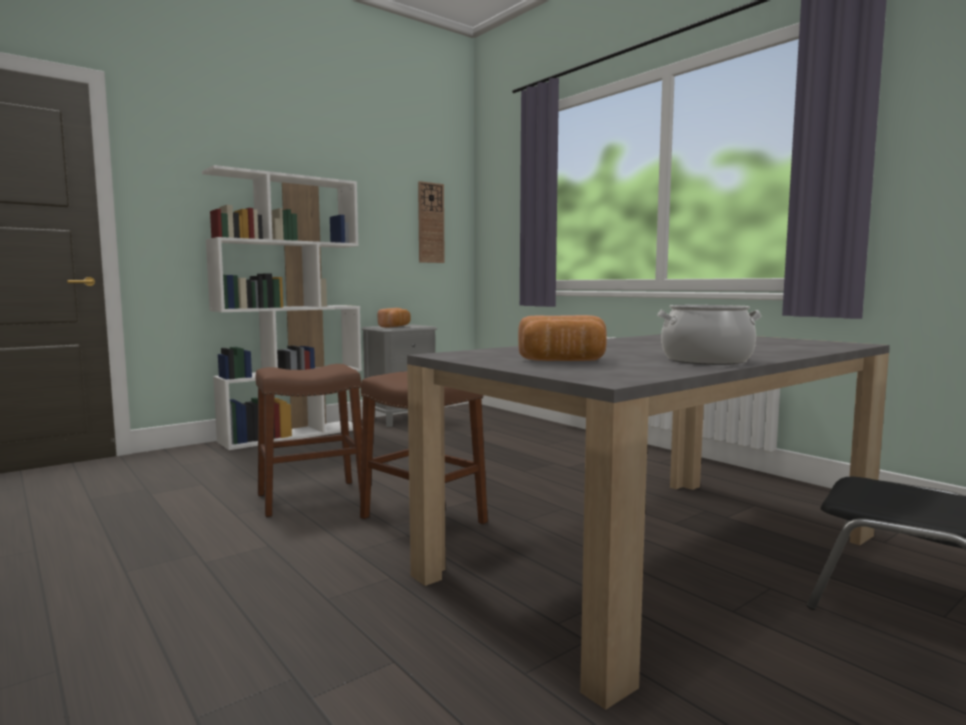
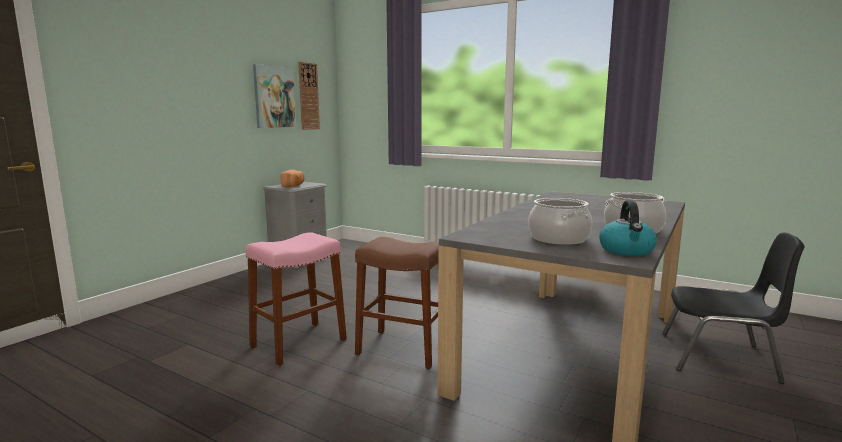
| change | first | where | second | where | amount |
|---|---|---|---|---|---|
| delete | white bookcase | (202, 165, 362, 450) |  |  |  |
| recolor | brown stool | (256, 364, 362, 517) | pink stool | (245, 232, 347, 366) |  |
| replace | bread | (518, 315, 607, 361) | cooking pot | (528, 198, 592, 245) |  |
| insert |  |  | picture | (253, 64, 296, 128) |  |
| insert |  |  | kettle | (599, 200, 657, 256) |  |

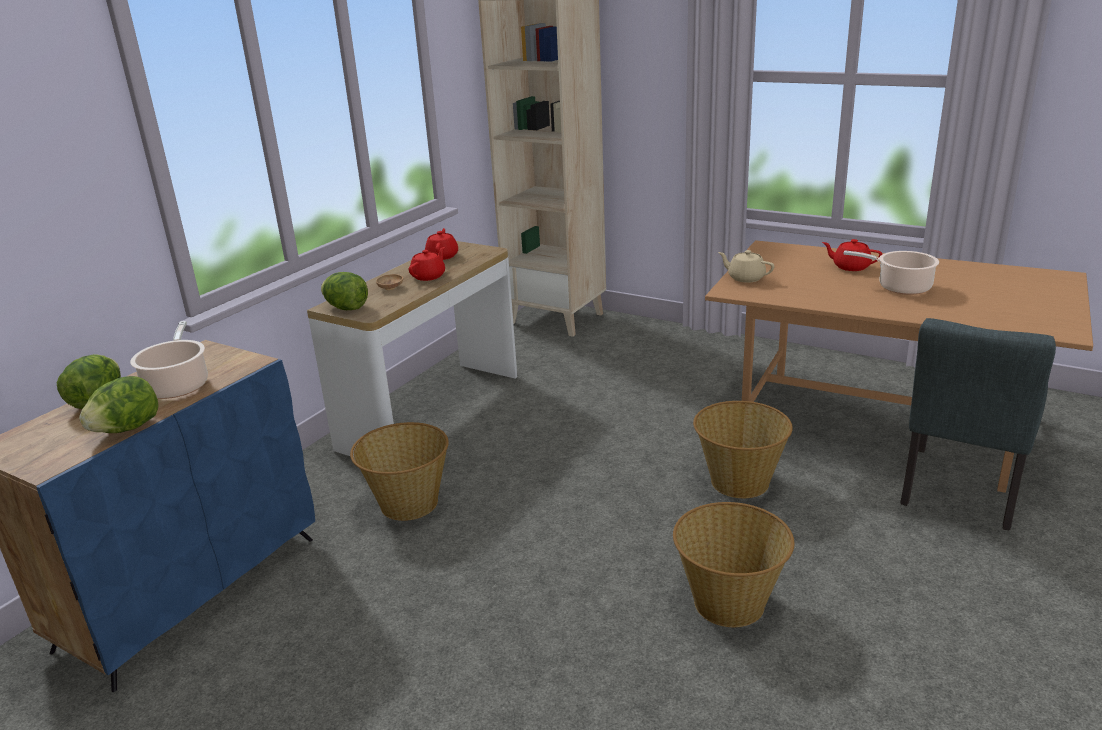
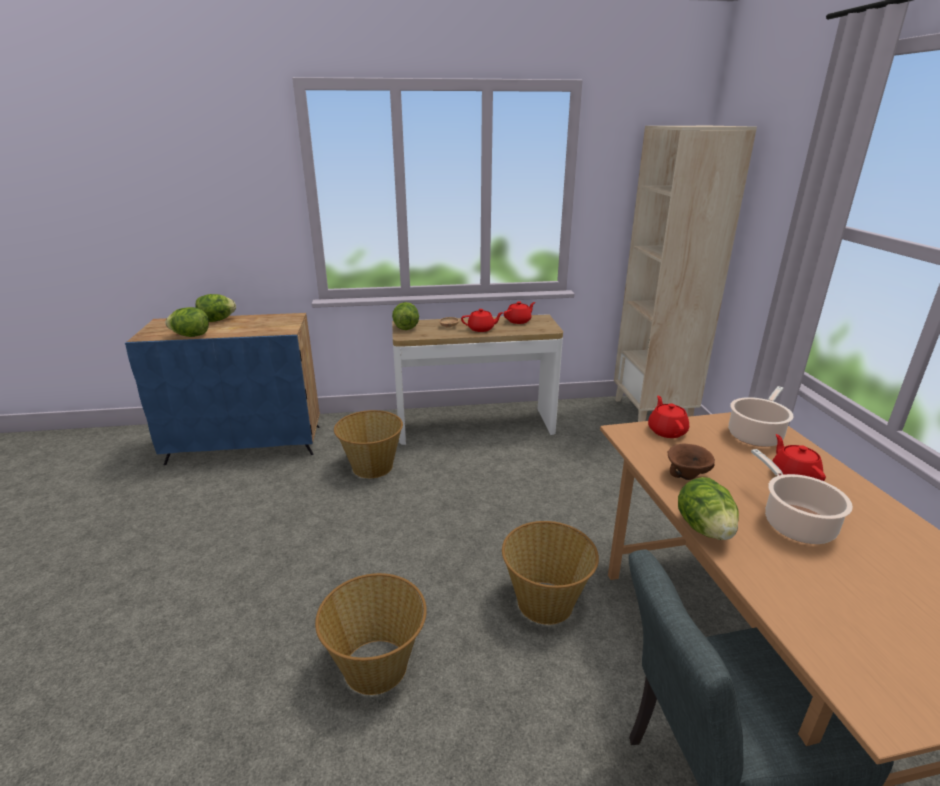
| change | first | where | second | where | amount |
|---|---|---|---|---|---|
| move | cooking pot | (130, 321, 208, 399) |  | (729, 386, 794, 447) |  |
| recolor | beige teapot | (718, 250, 775, 283) | red teapot | (648, 395, 689, 438) |  |
| insert |  |  | brown bowl | (668, 444, 715, 480) |  |
| insert |  |  | lettuce | (678, 477, 739, 540) |  |

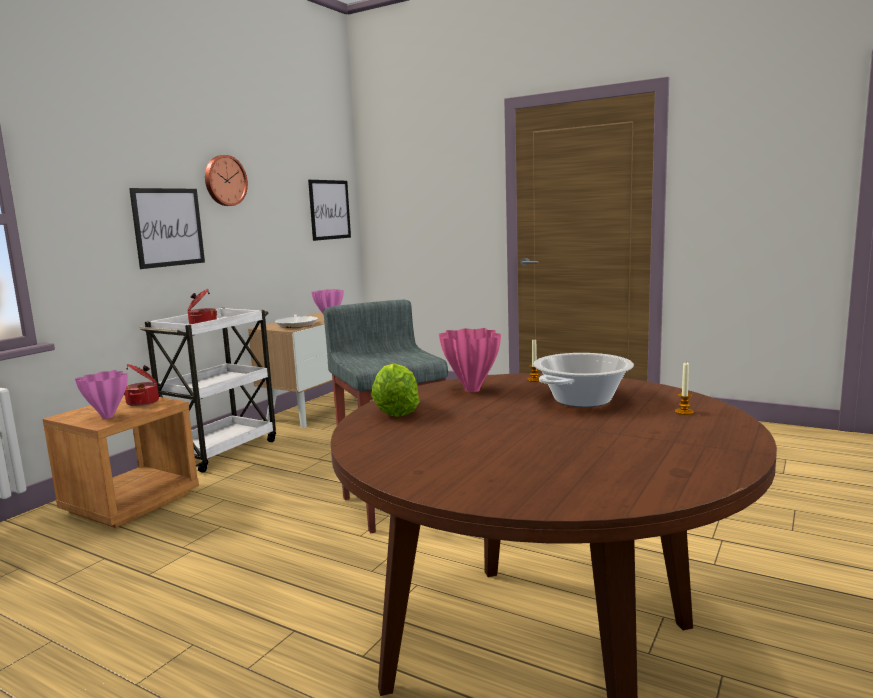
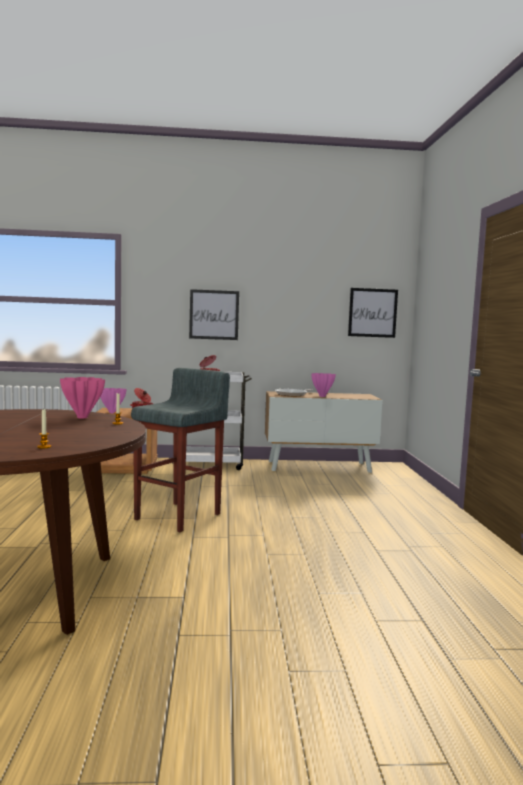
| change | first | where | second | where | amount |
|---|---|---|---|---|---|
| delete | wall clock | (205, 155, 248, 206) |  |  |  |
| delete | lettuce | (371, 363, 420, 417) |  |  |  |
| delete | cooking pot | (534, 353, 634, 407) |  |  |  |

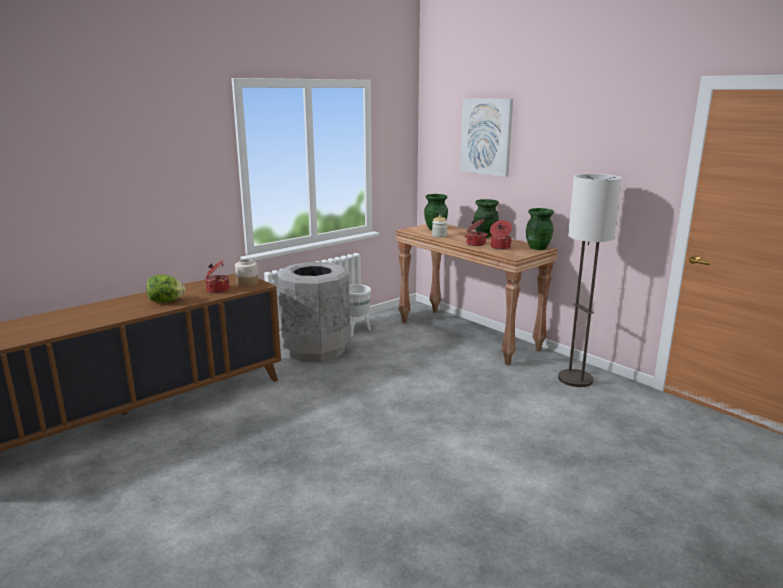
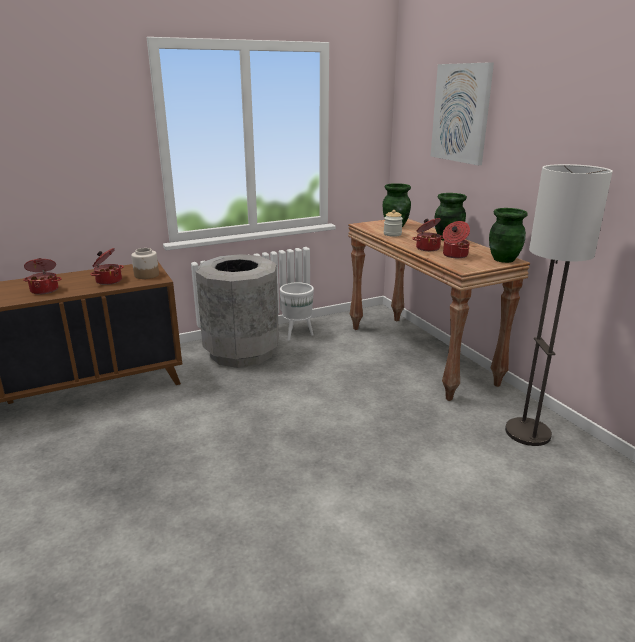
| change | first | where | second | where | amount |
|---|---|---|---|---|---|
| replace | lettuce | (146, 274, 185, 302) | cooking pot | (23, 258, 62, 295) |  |

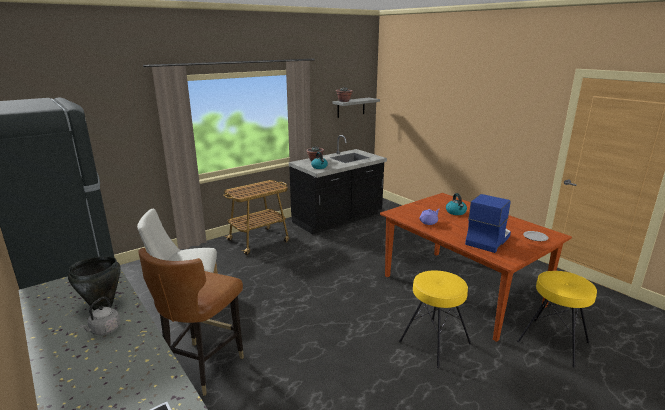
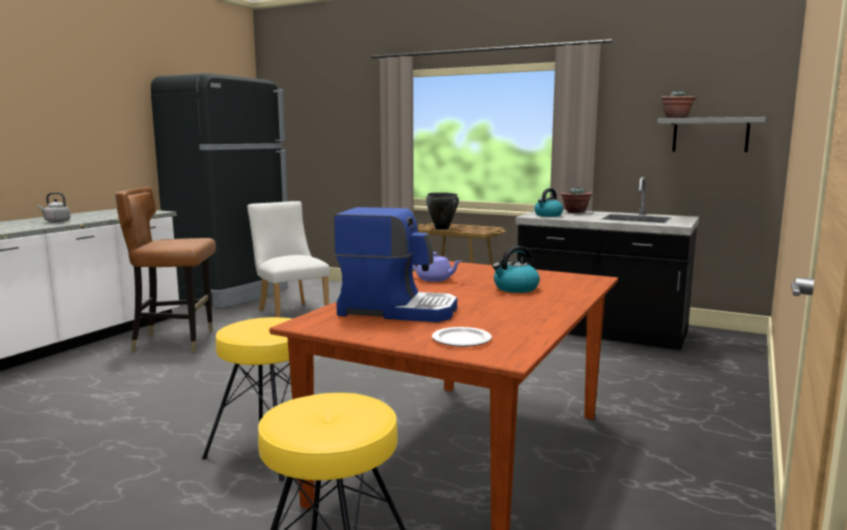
| change | first | where | second | where | amount |
|---|---|---|---|---|---|
| move | black cooking pot | (68, 256, 121, 311) |  | (426, 192, 459, 230) |  |

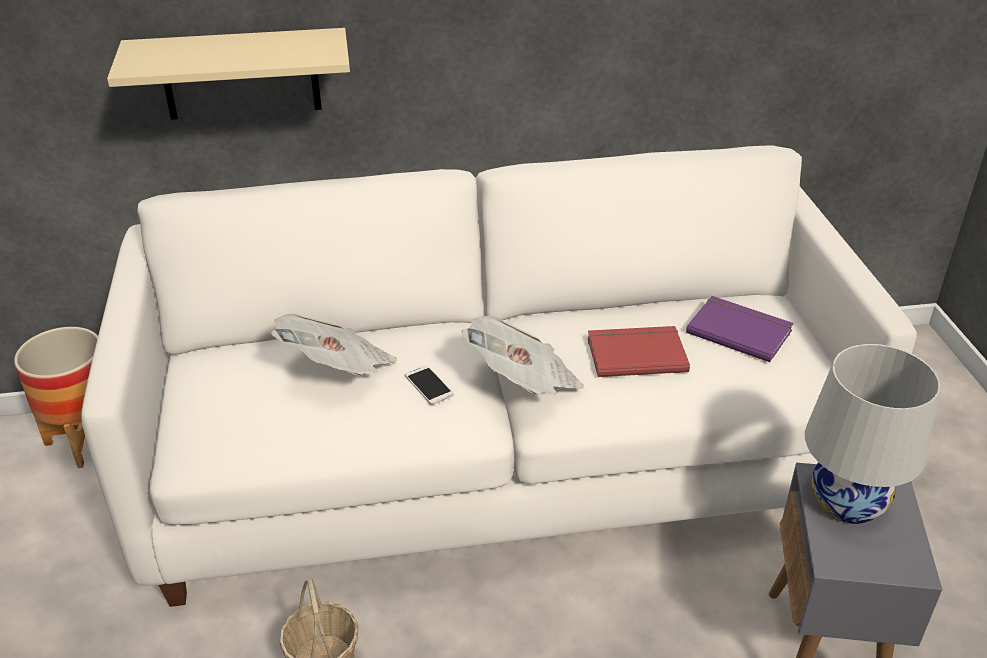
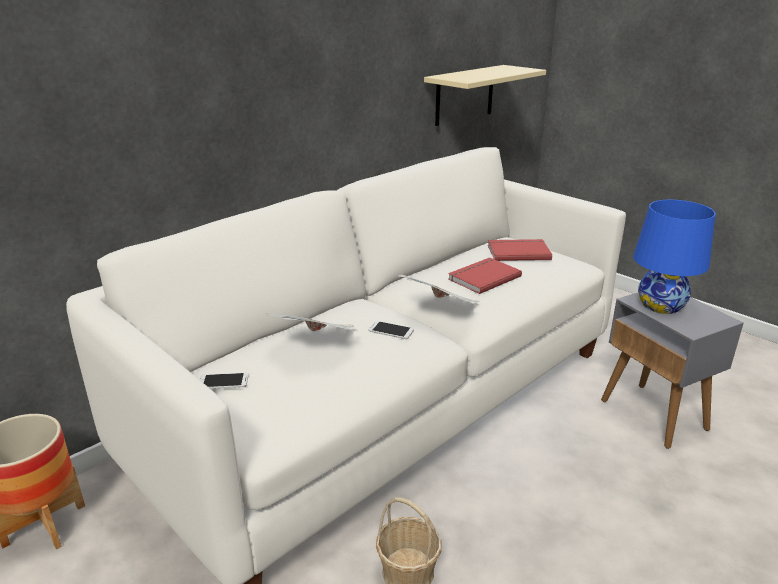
| change | first | where | second | where | amount |
|---|---|---|---|---|---|
| move | beige shelf | (107, 28, 350, 120) |  | (424, 65, 546, 126) |  |
| recolor | purple book | (686, 296, 794, 362) | red book | (488, 239, 552, 261) |  |
| recolor | white table lamp | (805, 344, 940, 524) | blue table lamp | (633, 200, 715, 314) |  |
| insert |  |  | phone | (200, 373, 249, 389) |  |

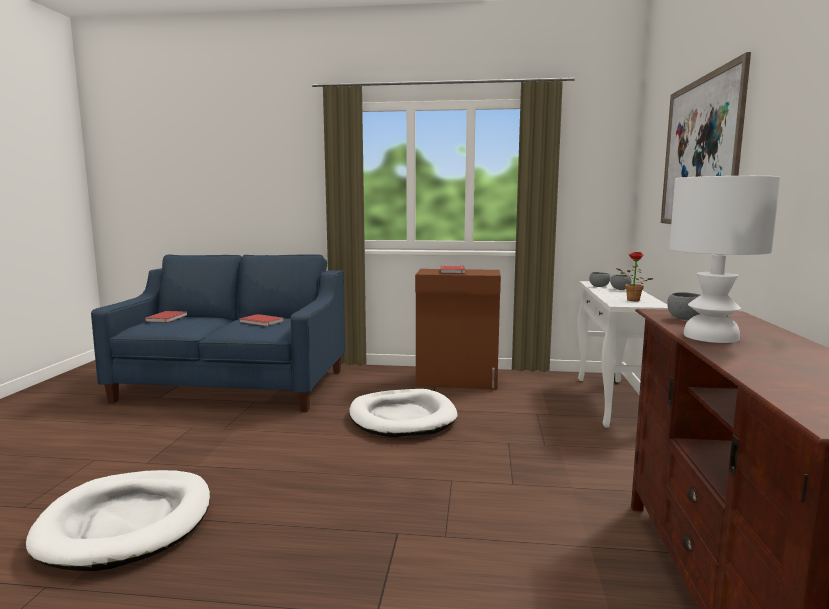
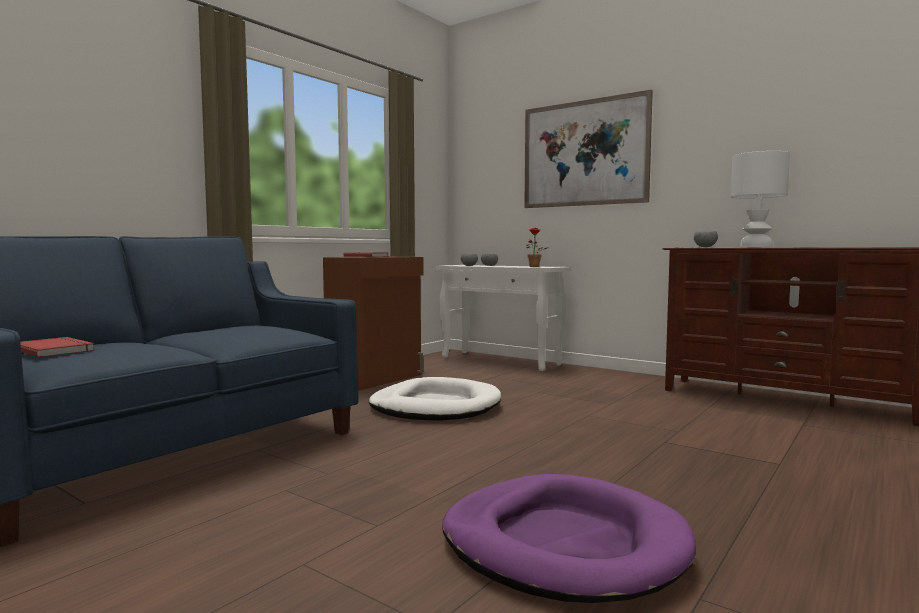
| change | first | where | second | where | amount |
|---|---|---|---|---|---|
| recolor | white dog bed | (26, 470, 210, 571) | purple dog bed | (442, 474, 696, 603) |  |
| delete | red book | (239, 314, 284, 326) |  |  |  |

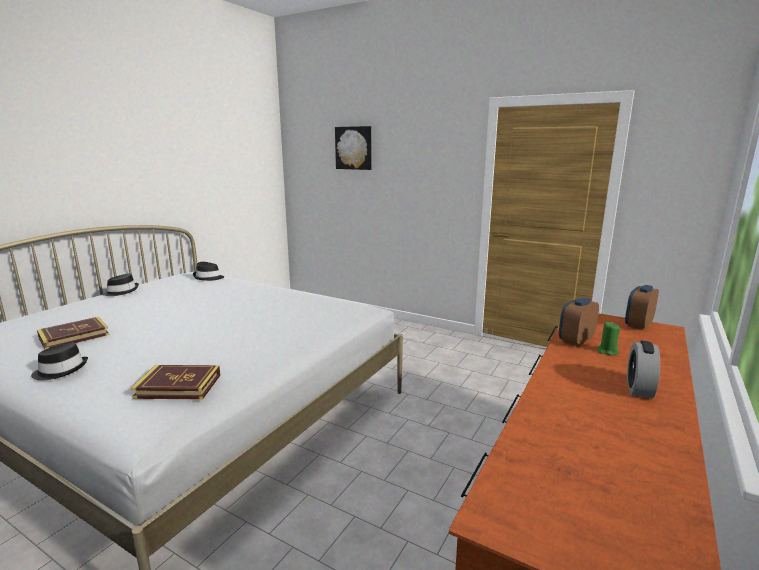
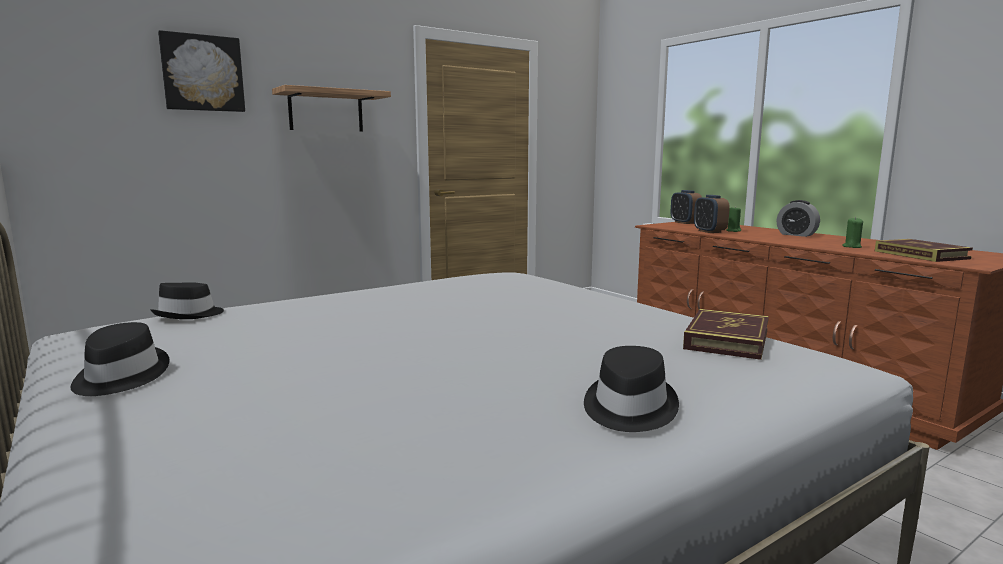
| change | first | where | second | where | amount |
|---|---|---|---|---|---|
| move | book | (37, 317, 109, 349) |  | (875, 239, 973, 262) |  |
| insert |  |  | shelf | (272, 85, 391, 131) |  |
| insert |  |  | green candle | (842, 217, 863, 248) |  |

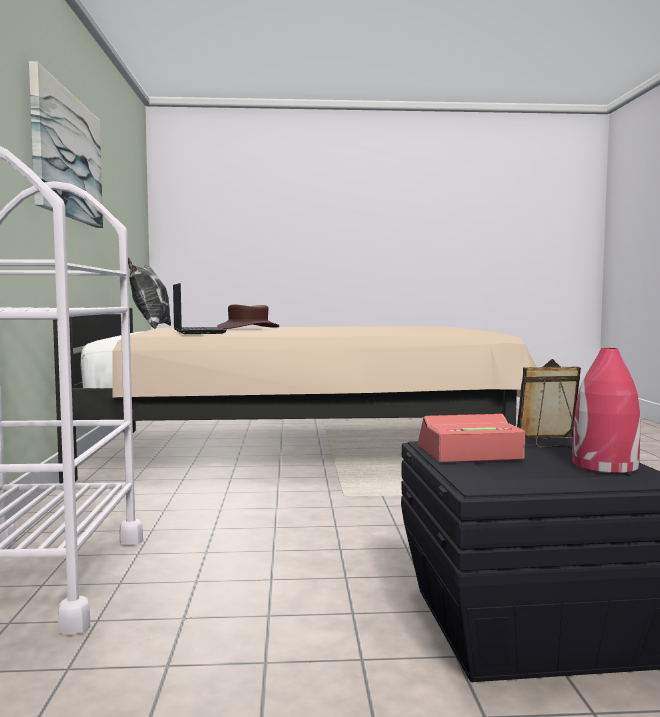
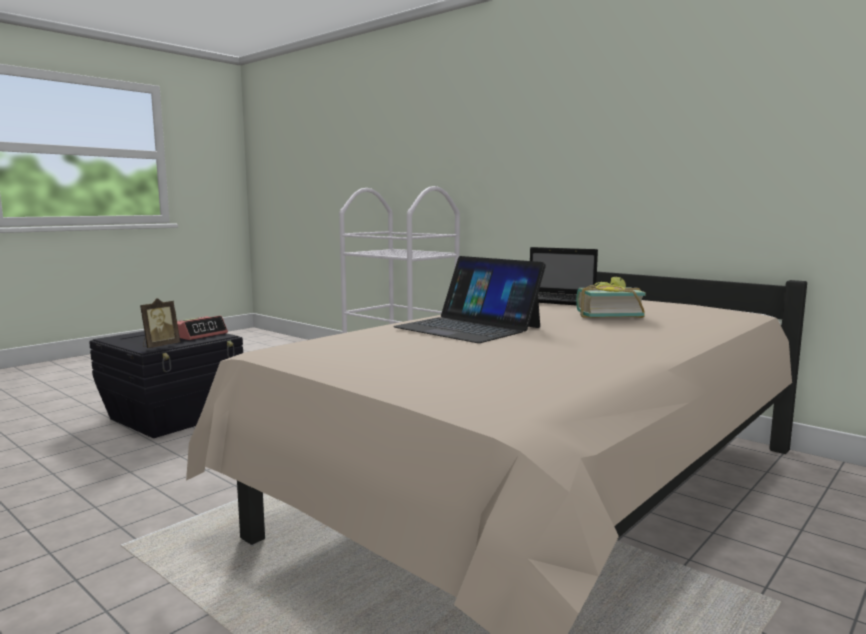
| change | first | where | second | where | amount |
|---|---|---|---|---|---|
| delete | picture | (29, 61, 103, 228) |  |  |  |
| delete | pillow | (128, 257, 171, 329) |  |  |  |
| replace | brown hat | (217, 305, 279, 329) | book | (576, 277, 646, 318) |  |
| delete | red vase | (572, 348, 640, 473) |  |  |  |
| insert |  |  | laptop | (393, 256, 546, 343) |  |

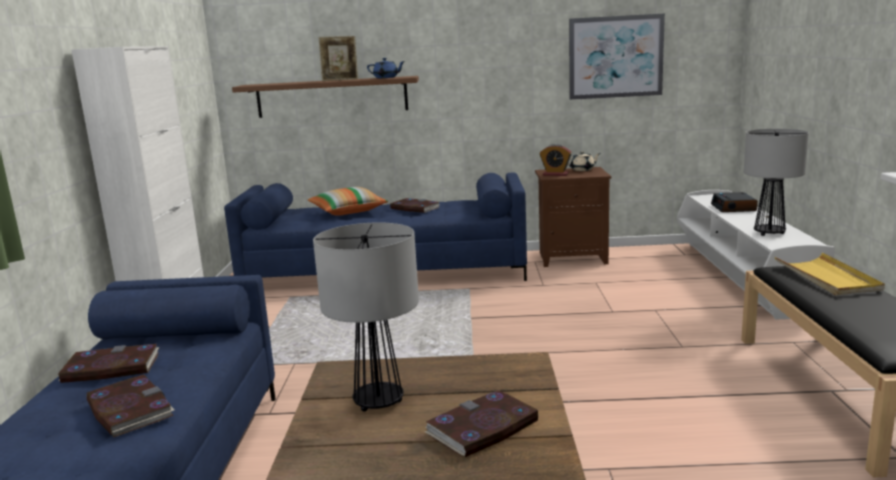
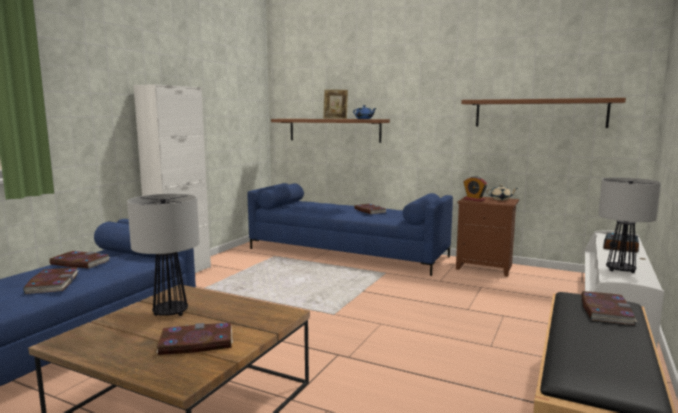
| change | first | where | second | where | amount |
|---|---|---|---|---|---|
| delete | pillow | (308, 187, 388, 216) |  |  |  |
| replace | picture | (569, 13, 665, 100) | brown shelf | (461, 98, 626, 128) |  |
| replace | yellow tray | (775, 253, 885, 295) | book | (581, 291, 637, 325) |  |

